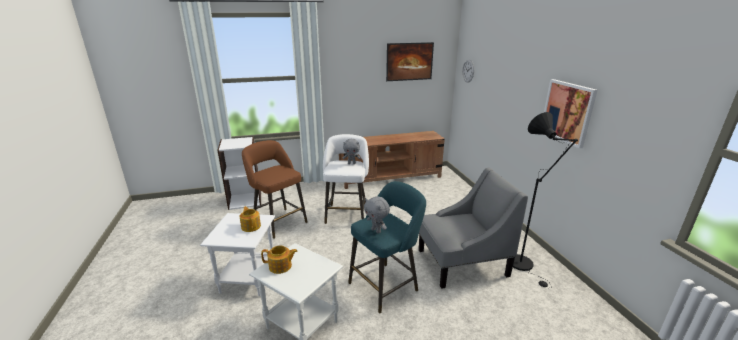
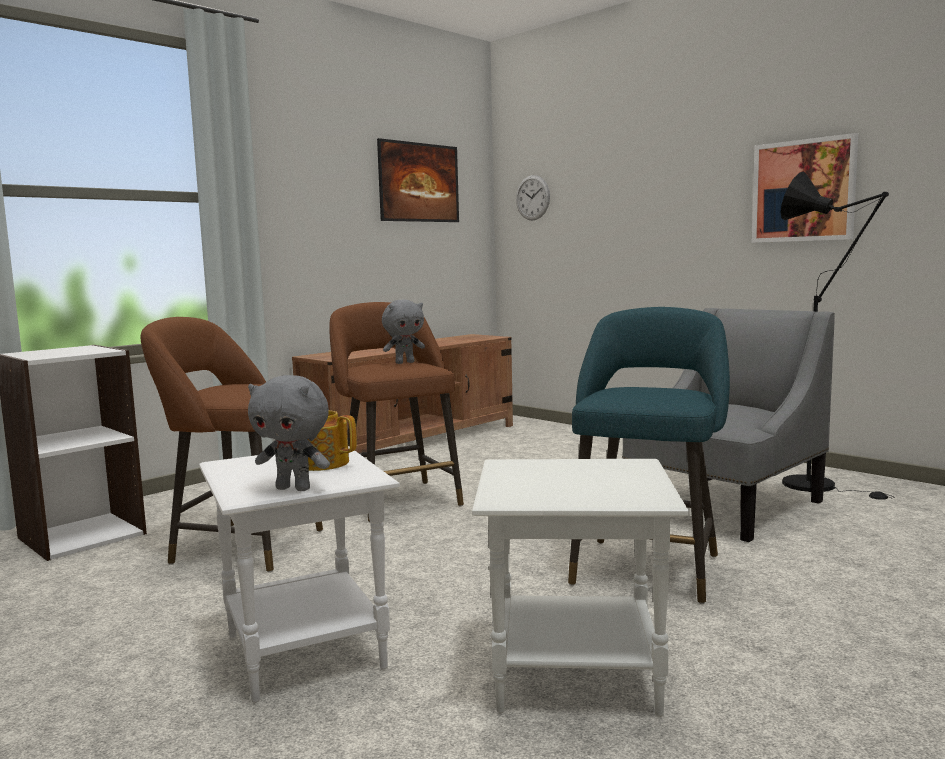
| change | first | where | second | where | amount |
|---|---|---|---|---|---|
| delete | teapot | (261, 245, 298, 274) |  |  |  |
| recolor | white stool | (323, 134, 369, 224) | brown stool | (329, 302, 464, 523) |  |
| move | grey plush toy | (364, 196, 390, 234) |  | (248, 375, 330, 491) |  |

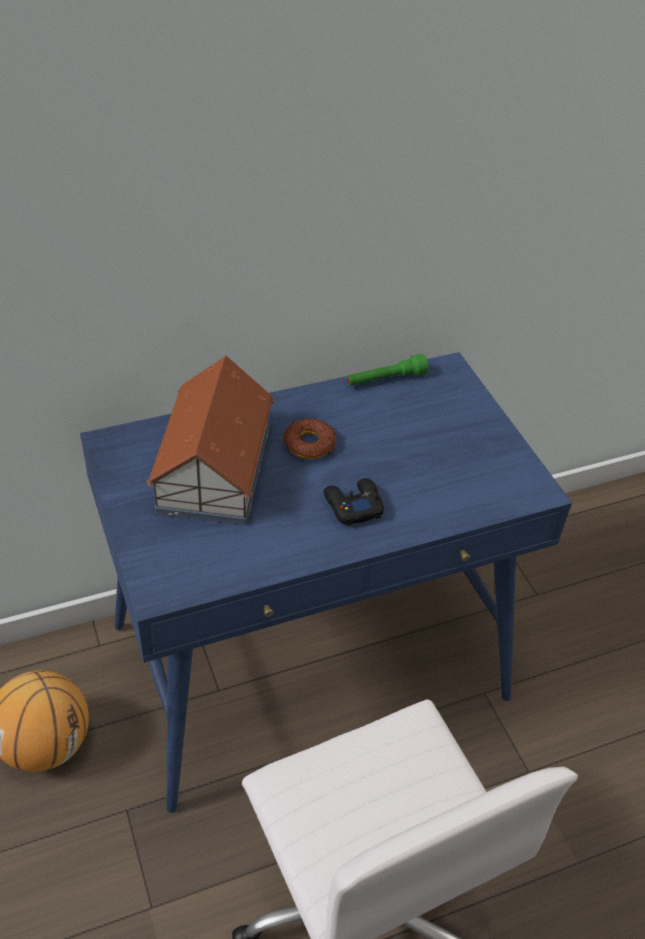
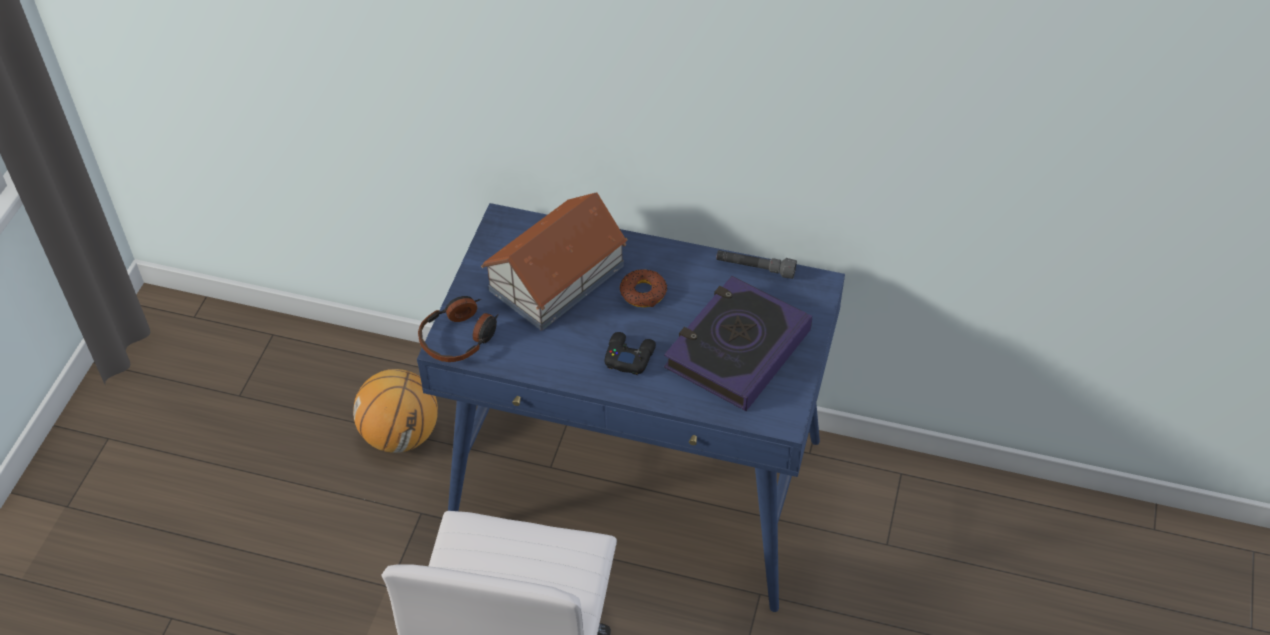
| change | first | where | second | where | amount |
|---|---|---|---|---|---|
| recolor | green flashlight | (347, 354, 428, 386) | grey flashlight | (716, 250, 797, 279) |  |
| insert |  |  | headphones | (418, 296, 499, 362) |  |
| insert |  |  | book | (664, 276, 812, 411) |  |

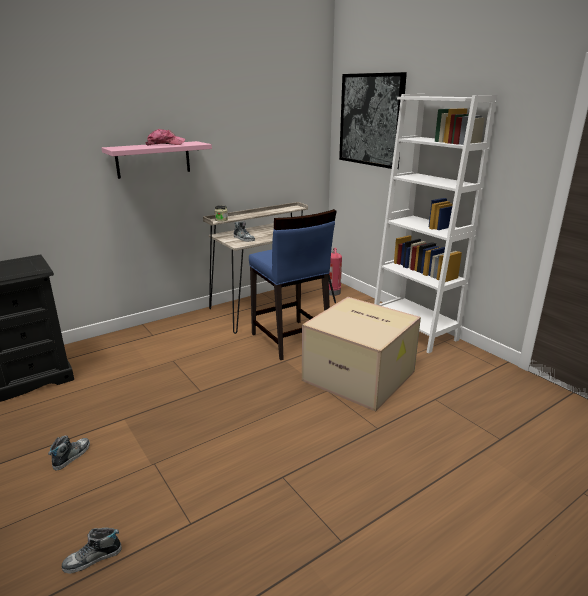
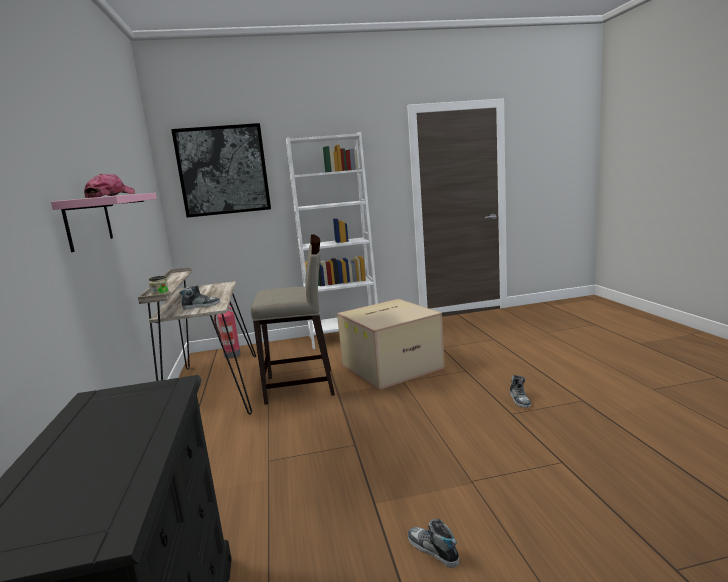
| change | first | where | second | where | amount |
|---|---|---|---|---|---|
| move | shoe | (62, 528, 122, 574) |  | (510, 375, 531, 408) |  |
| recolor | blue stool | (249, 209, 337, 360) | beige stool | (251, 234, 335, 405) |  |

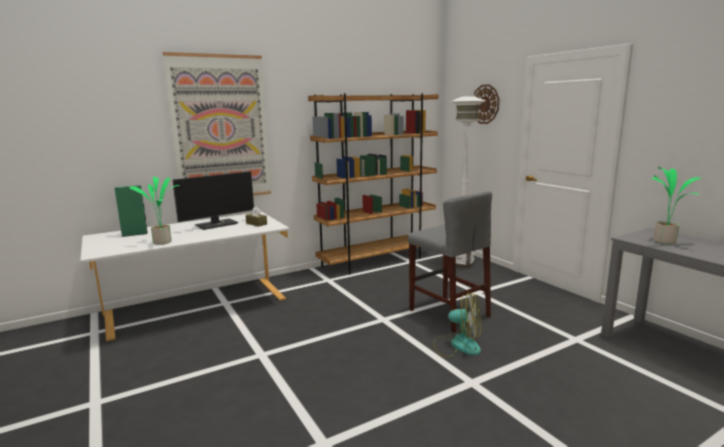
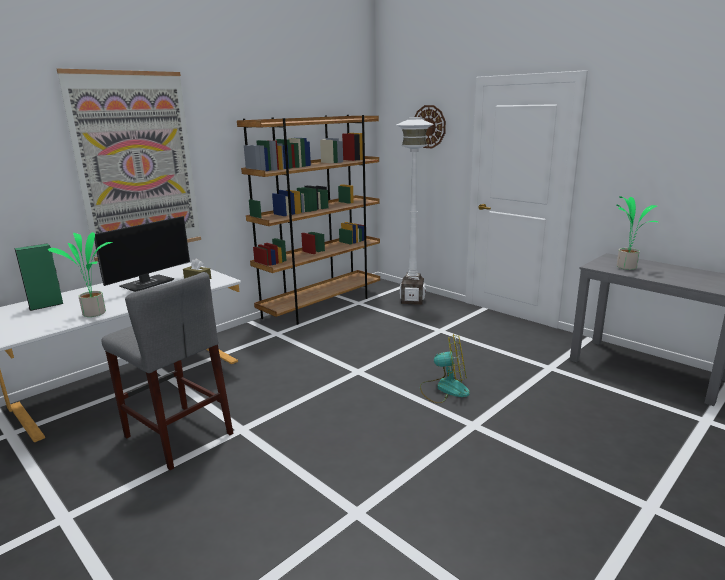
| change | first | where | second | where | amount |
|---|---|---|---|---|---|
| move | grey stool | (408, 191, 492, 333) |  | (101, 272, 233, 470) |  |

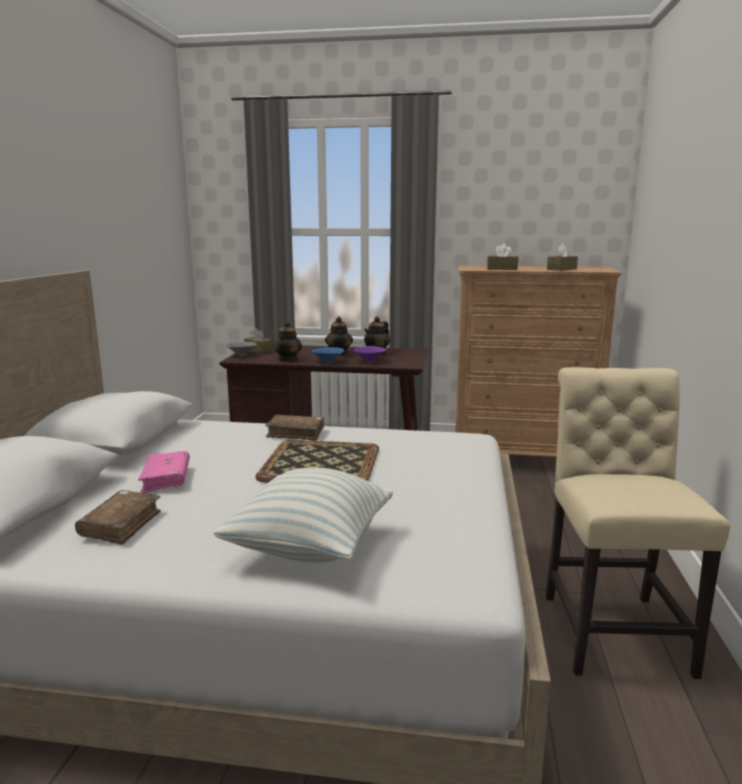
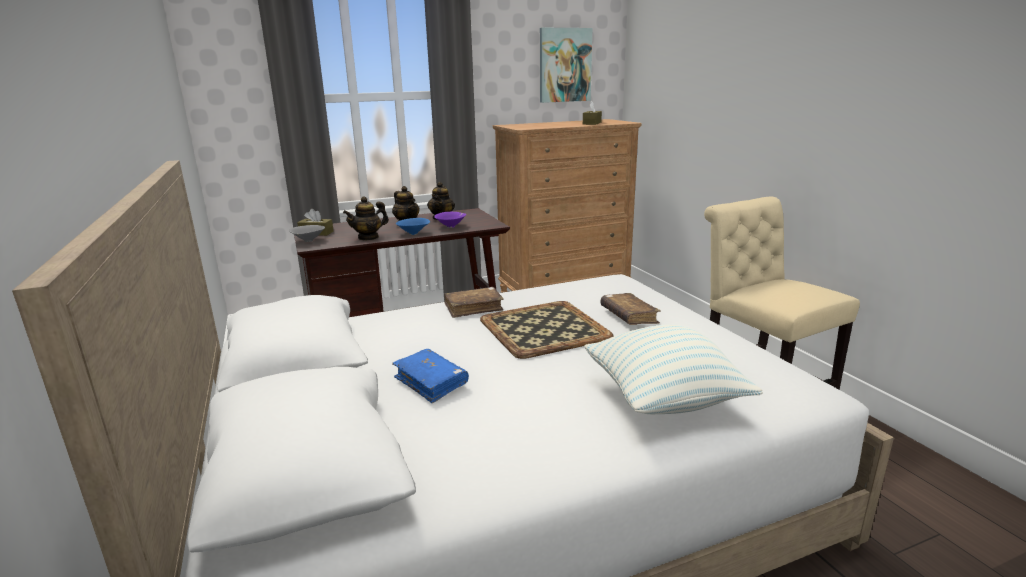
| change | first | where | second | where | amount |
|---|---|---|---|---|---|
| move | brown book | (75, 490, 161, 545) |  | (601, 293, 661, 325) |  |
| recolor | pink book | (138, 451, 190, 493) | blue book | (392, 349, 469, 403) |  |
| rotate | teapot | (273, 321, 302, 362) |  | (343, 196, 389, 241) | 75 degrees clockwise |
| delete | brown tissue box | (487, 244, 518, 270) |  |  |  |
| insert |  |  | picture | (540, 28, 592, 103) |  |

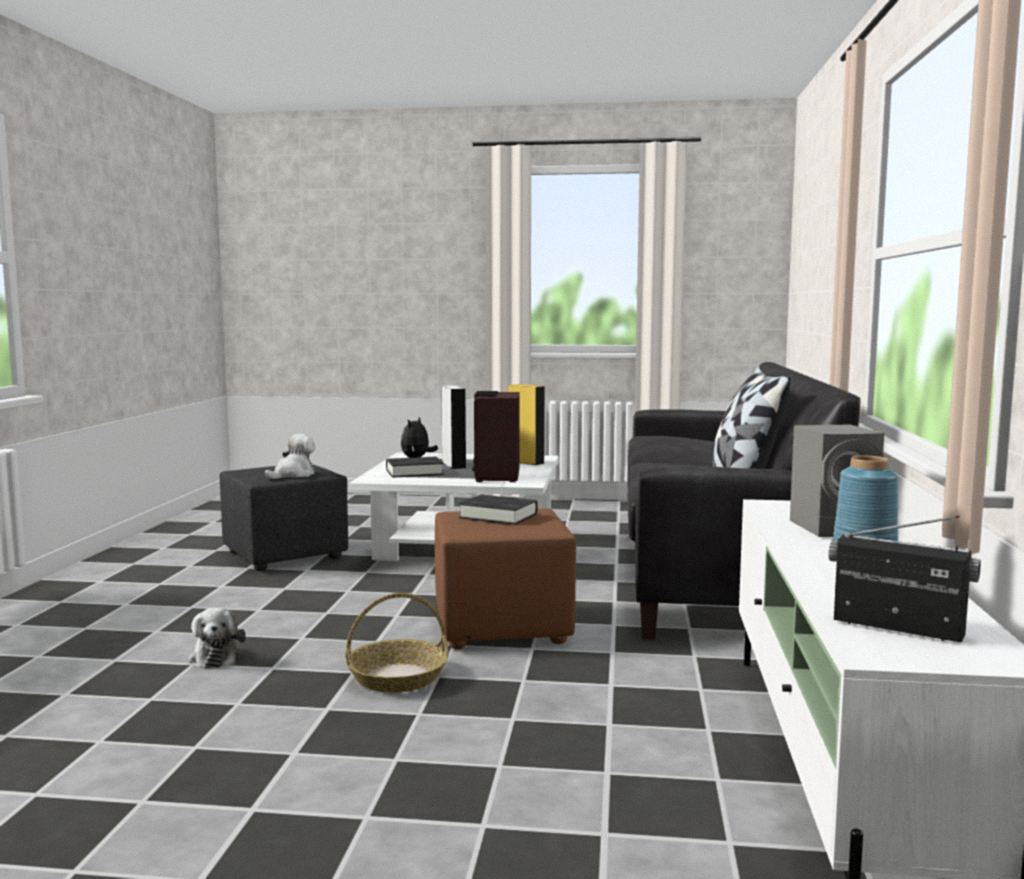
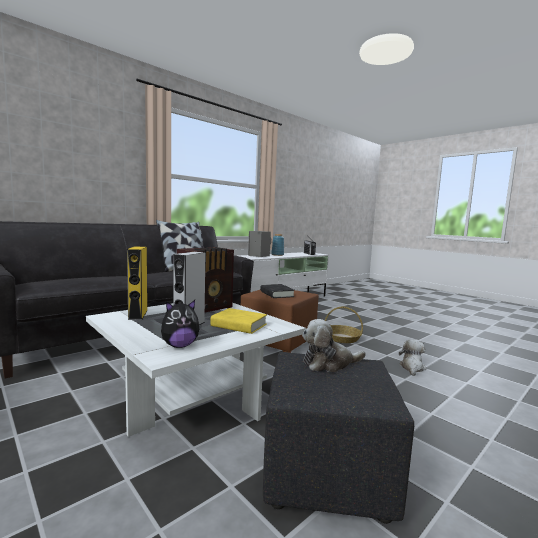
| change | first | where | second | where | amount |
|---|---|---|---|---|---|
| recolor | black book | (386, 457, 444, 478) | yellow book | (210, 308, 267, 334) |  |

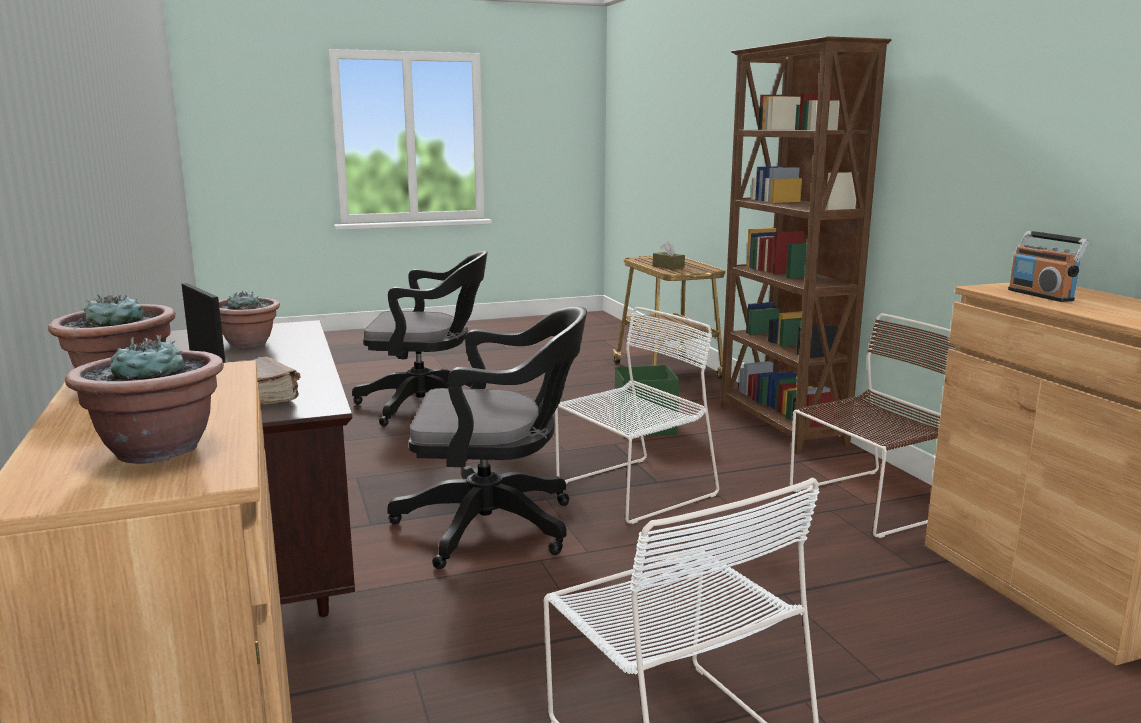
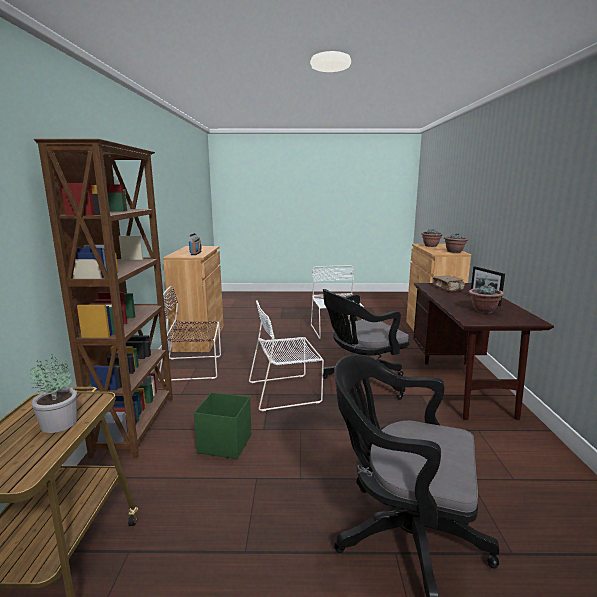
| change | first | where | second | where | amount |
|---|---|---|---|---|---|
| rotate | black office chair | (387, 306, 587, 569) |  | (323, 289, 410, 400) | 45 degrees counterclockwise |
| replace | brown tissue box | (653, 242, 685, 270) | potted plant | (30, 353, 77, 433) |  |

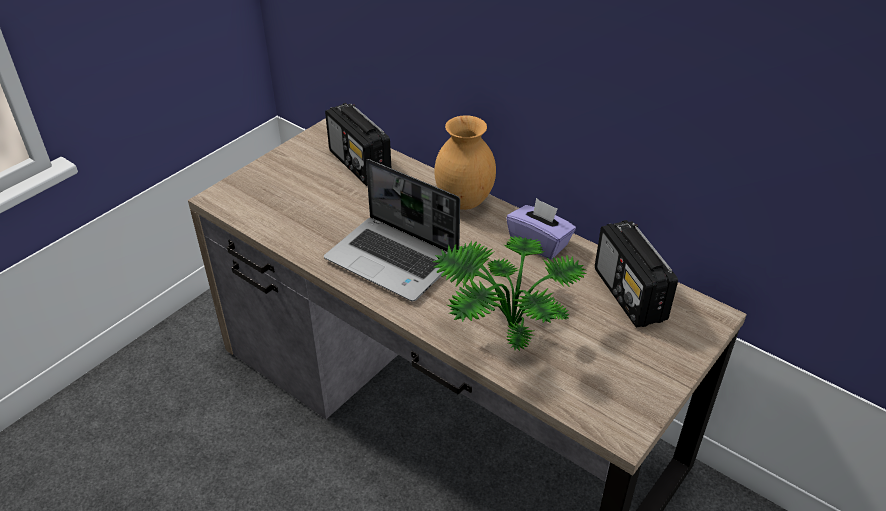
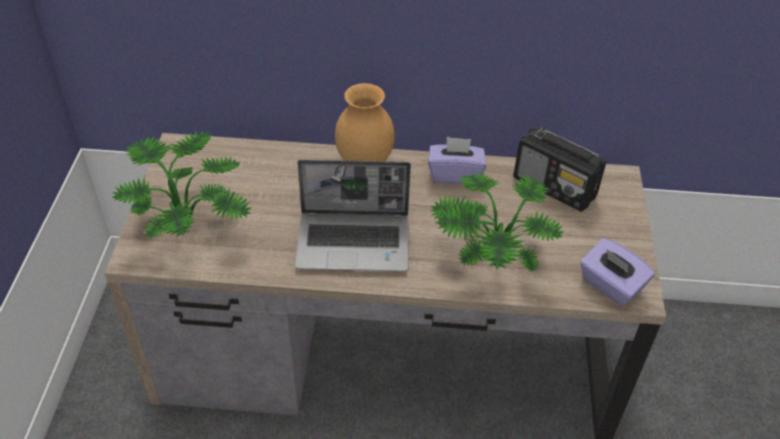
| change | first | where | second | where | amount |
|---|---|---|---|---|---|
| delete | radio | (325, 103, 391, 186) |  |  |  |
| insert |  |  | potted plant | (112, 131, 251, 238) |  |
| insert |  |  | purple tissue box | (580, 238, 655, 306) |  |

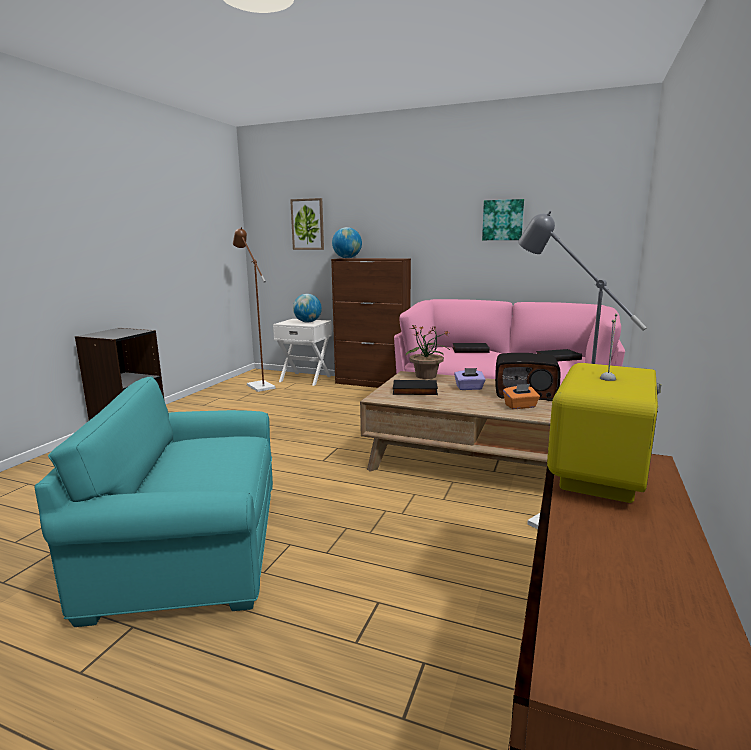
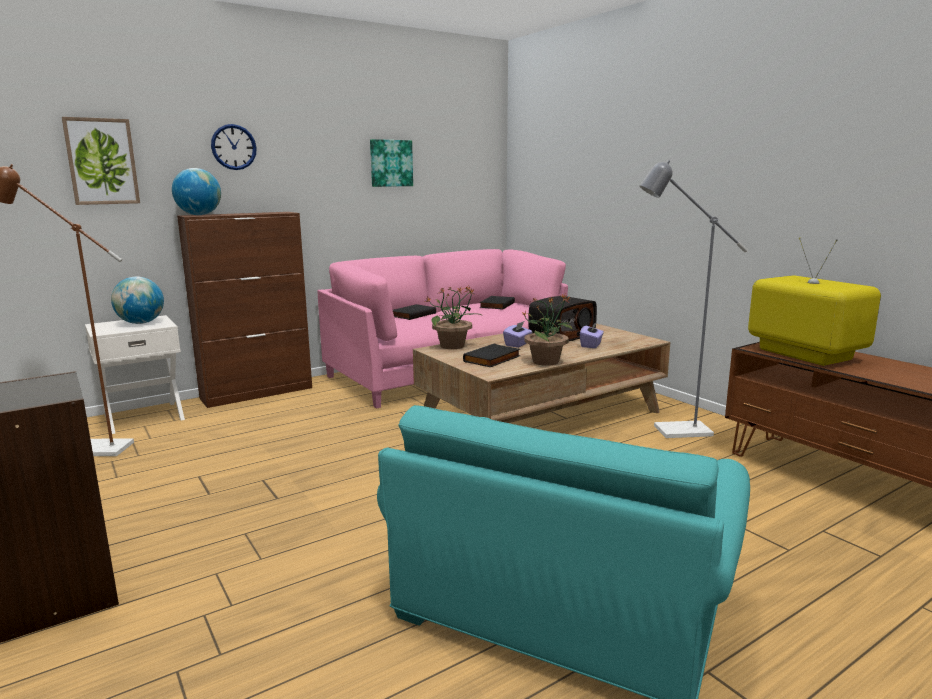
| change | first | where | second | where | amount |
|---|---|---|---|---|---|
| recolor | orange tissue box | (503, 384, 540, 409) | purple tissue box | (580, 322, 604, 348) |  |
| insert |  |  | wall clock | (211, 124, 257, 170) |  |
| insert |  |  | potted plant | (521, 294, 573, 366) |  |

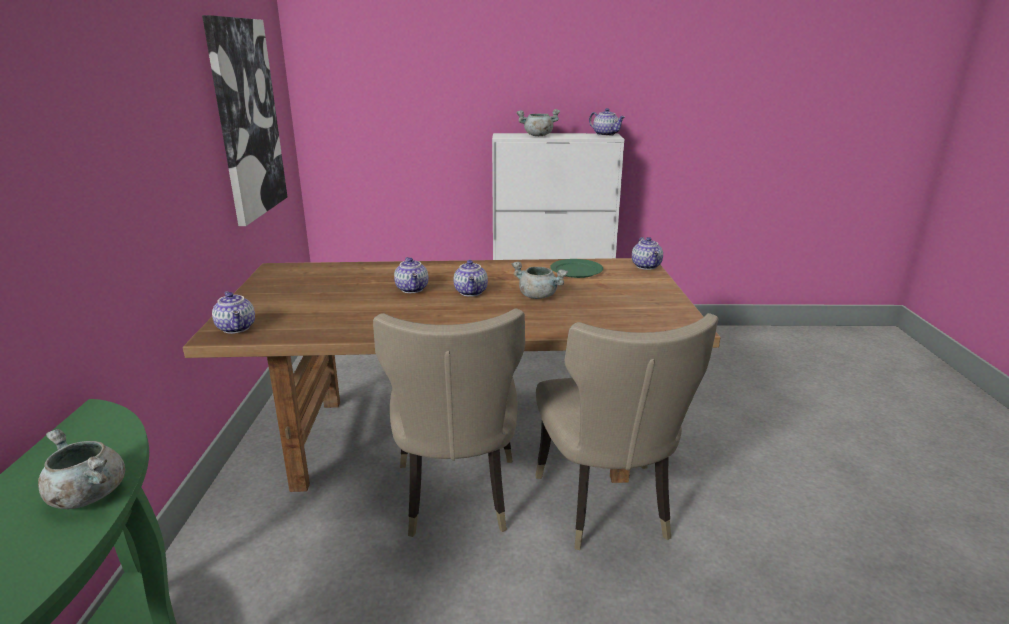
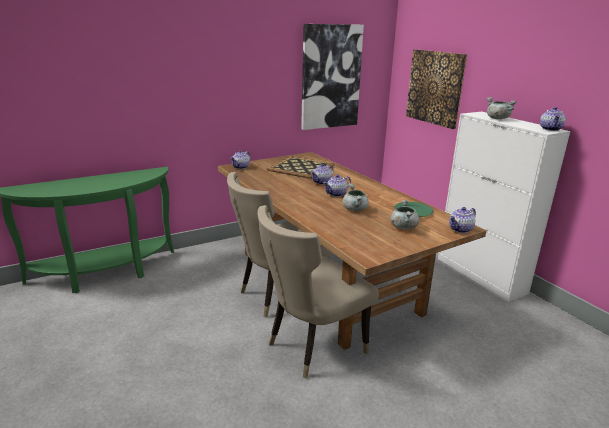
| change | first | where | second | where | amount |
|---|---|---|---|---|---|
| move | grey cooking pot | (38, 429, 125, 509) |  | (391, 200, 419, 230) |  |
| insert |  |  | tray | (267, 156, 334, 179) |  |
| insert |  |  | picture | (406, 49, 467, 129) |  |

